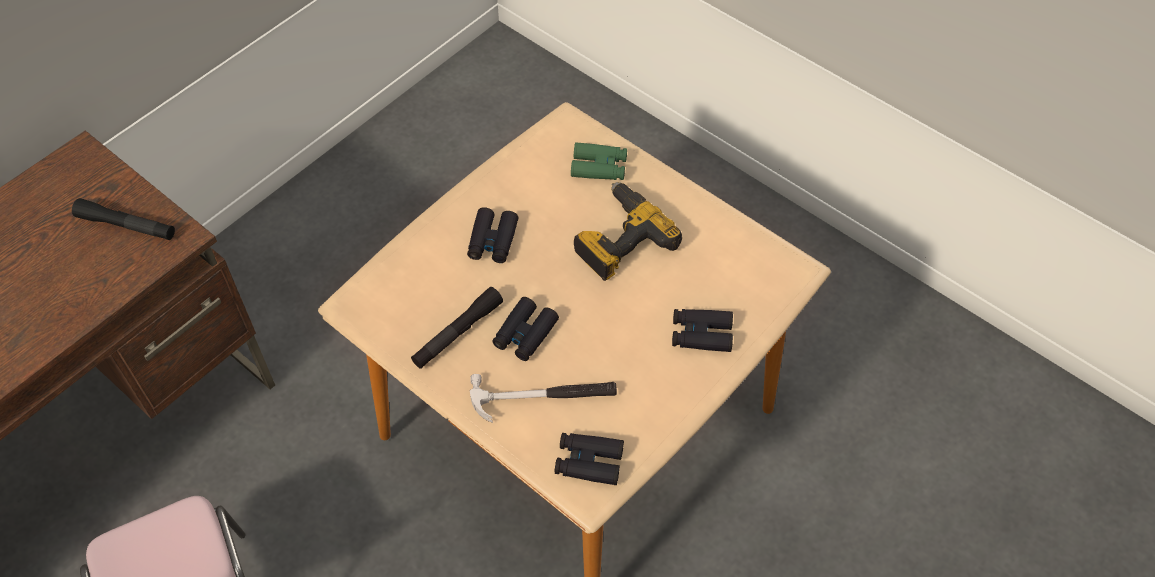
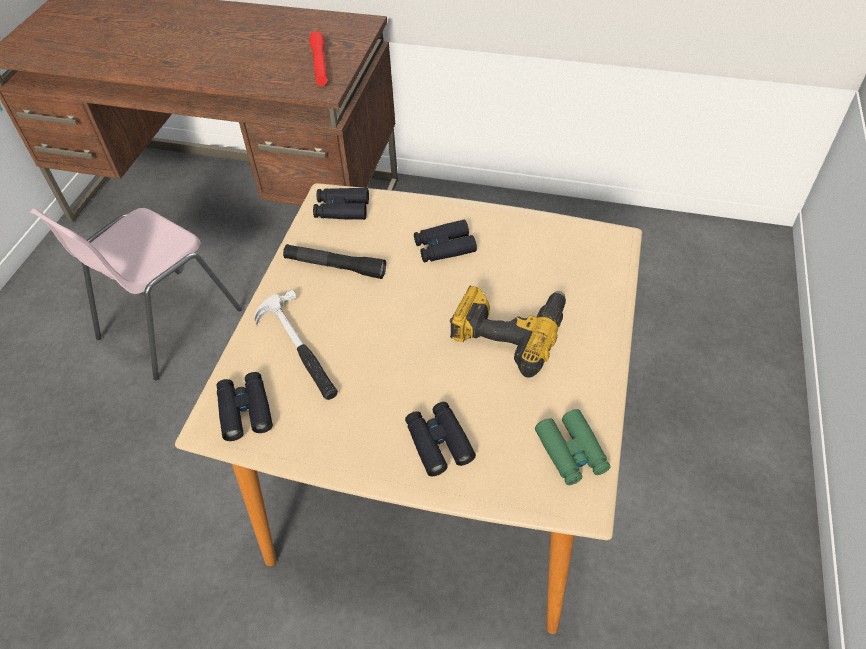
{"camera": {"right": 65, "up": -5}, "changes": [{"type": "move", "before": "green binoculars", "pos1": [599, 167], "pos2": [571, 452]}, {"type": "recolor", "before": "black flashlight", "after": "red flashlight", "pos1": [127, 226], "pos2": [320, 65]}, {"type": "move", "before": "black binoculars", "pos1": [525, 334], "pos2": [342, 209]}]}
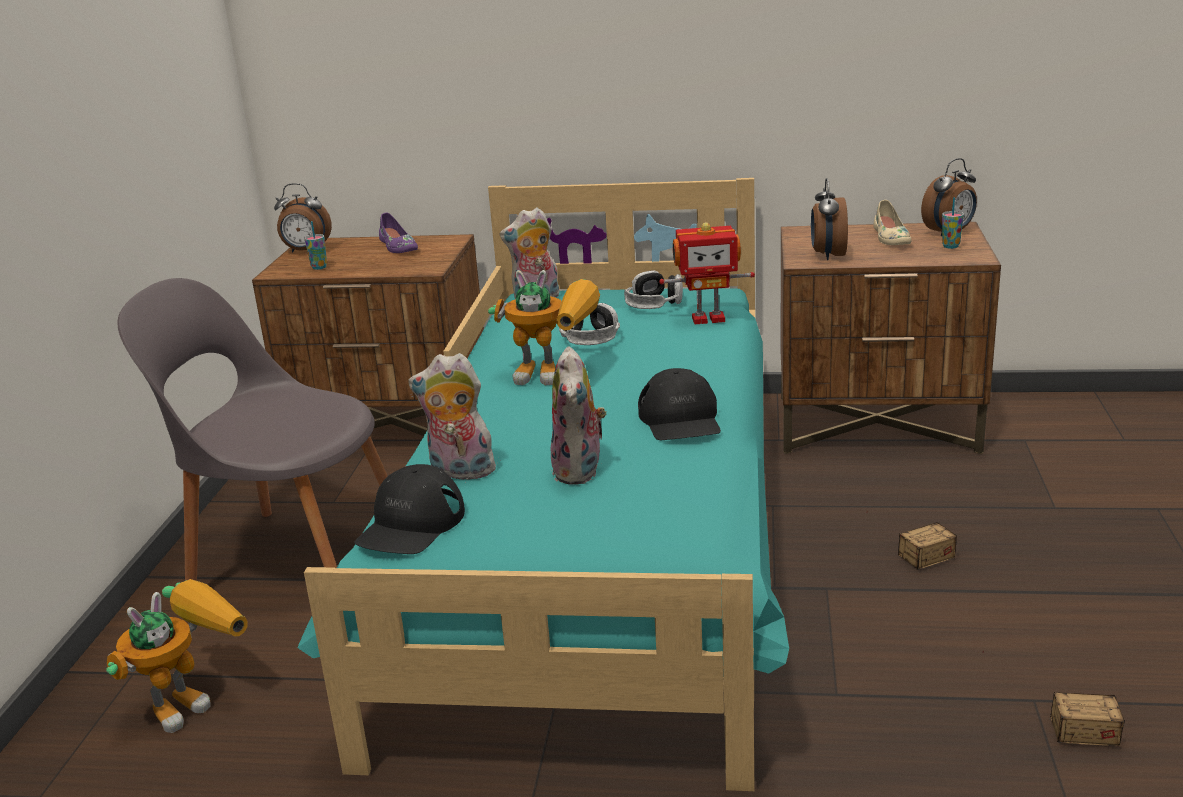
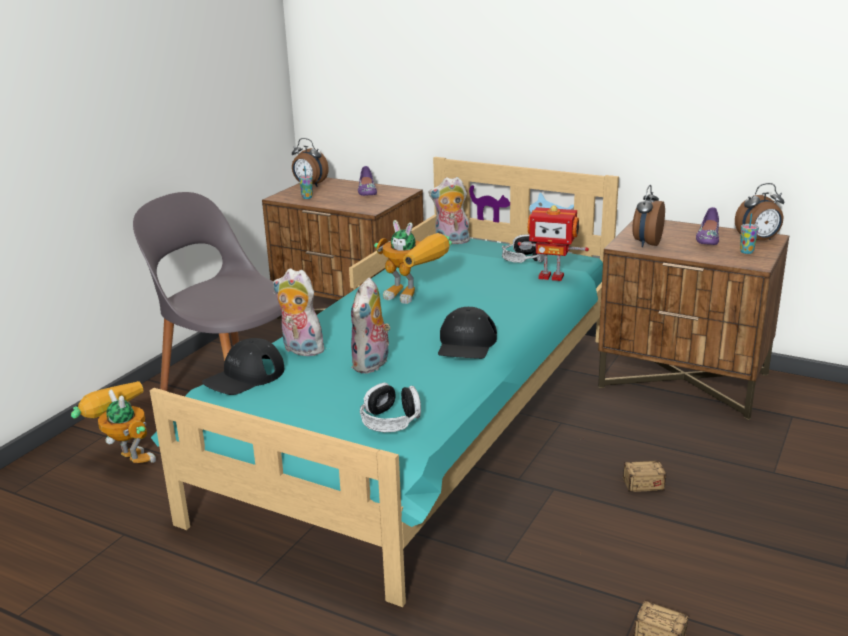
{"camera": {"right": 20, "up": 0}, "changes": [{"type": "recolor", "before": "beige shoe", "after": "purple shoe", "pos1": [890, 237], "pos2": [707, 237]}, {"type": "move", "before": "headphones", "pos1": [590, 339], "pos2": [391, 420]}, {"type": "rotate", "before": "toy robot", "pos1": [193, 698], "pos2": [125, 458], "turn": -105}]}
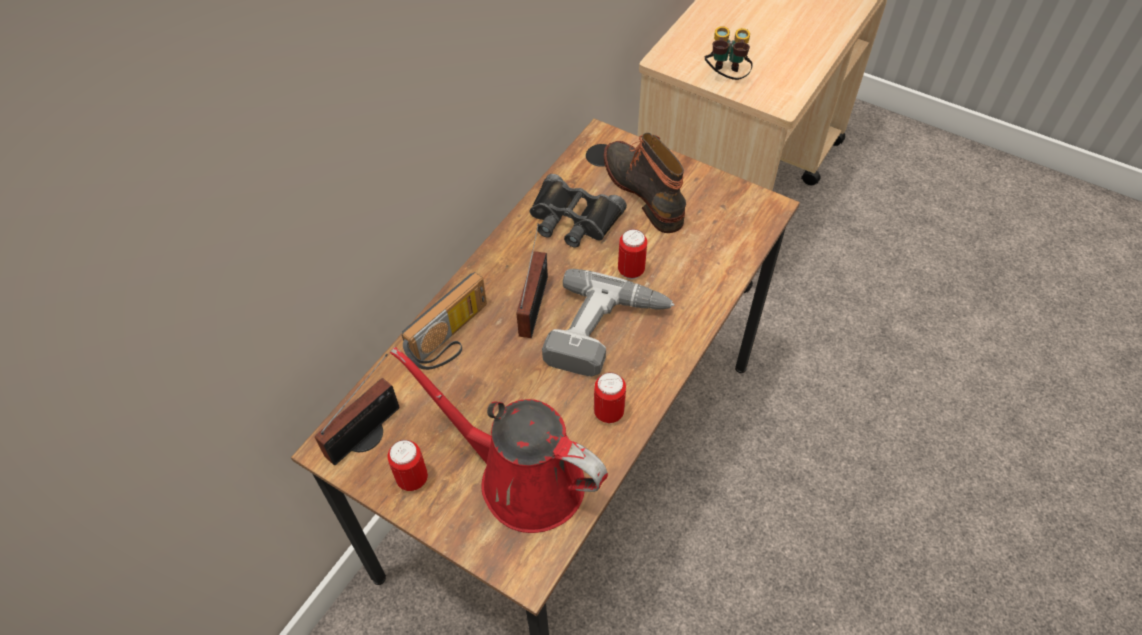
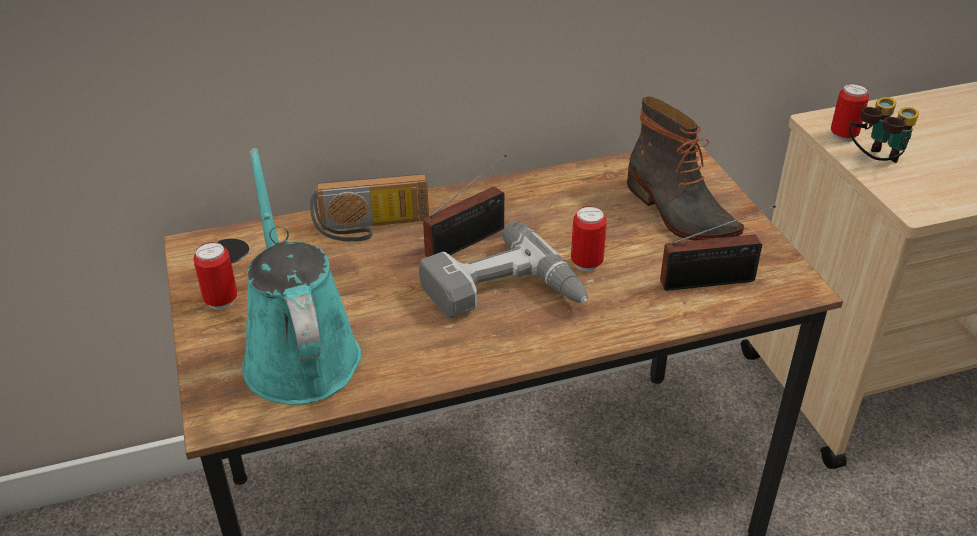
{"camera": {"right": 40, "up": -15}, "changes": [{"type": "rotate", "before": "boot", "pos1": [645, 191], "pos2": [678, 212], "turn": 135}, {"type": "delete", "before": "black binoculars", "pos1": [573, 219]}, {"type": "recolor", "before": "red watering can", "after": "turquoise watering can", "pos1": [522, 478], "pos2": [299, 352]}, {"type": "move", "before": "radio", "pos1": [367, 429], "pos2": [713, 281]}, {"type": "move", "before": "can", "pos1": [608, 413], "pos2": [843, 135]}]}
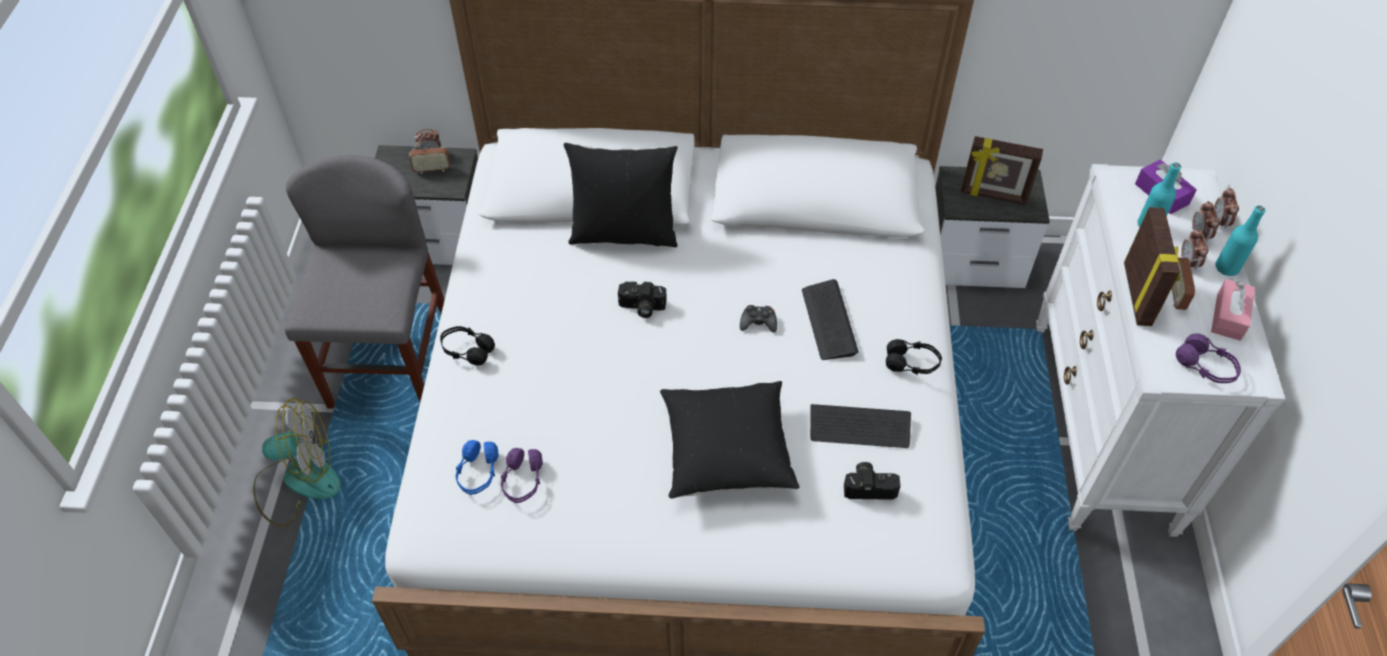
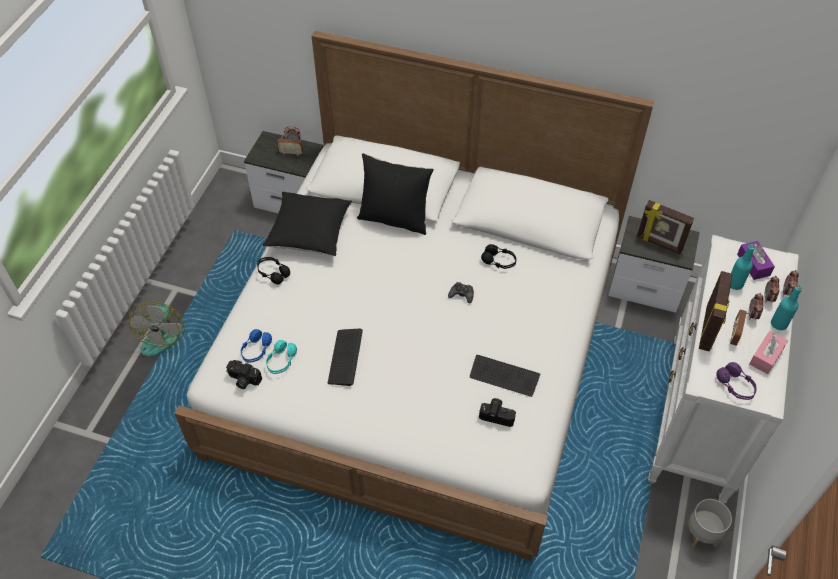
{"camera": {"right": 15, "up": 0}, "changes": [{"type": "delete", "before": "grey chair", "pos1": [390, 361]}, {"type": "move", "before": "keyboard", "pos1": [829, 321], "pos2": [345, 357]}, {"type": "move", "before": "photo camera", "pos1": [641, 307], "pos2": [243, 380]}, {"type": "move", "before": "black headphones", "pos1": [912, 363], "pos2": [499, 261]}, {"type": "move", "before": "black pillow", "pos1": [727, 452], "pos2": [309, 233]}, {"type": "rotate", "before": "fan", "pos1": [298, 481], "pos2": [161, 334], "turn": 90}, {"type": "recolor", "before": "purple headphones", "after": "turquoise headphones", "pos1": [522, 481], "pos2": [281, 361]}, {"type": "insert", "after": "grey planter", "pos2": [701, 535]}]}
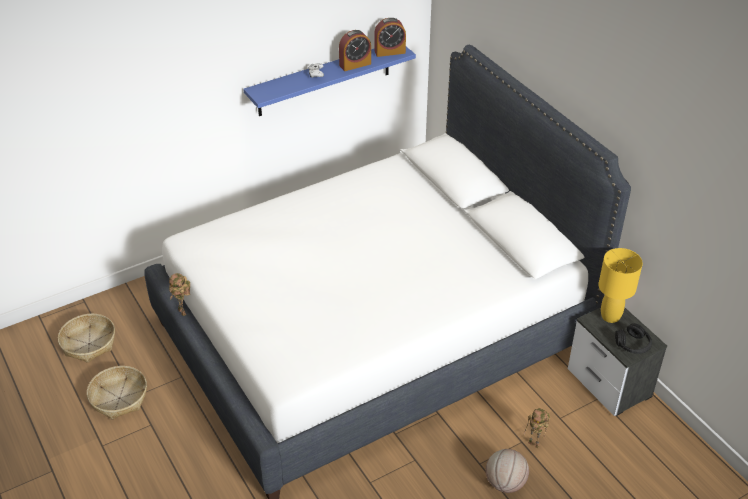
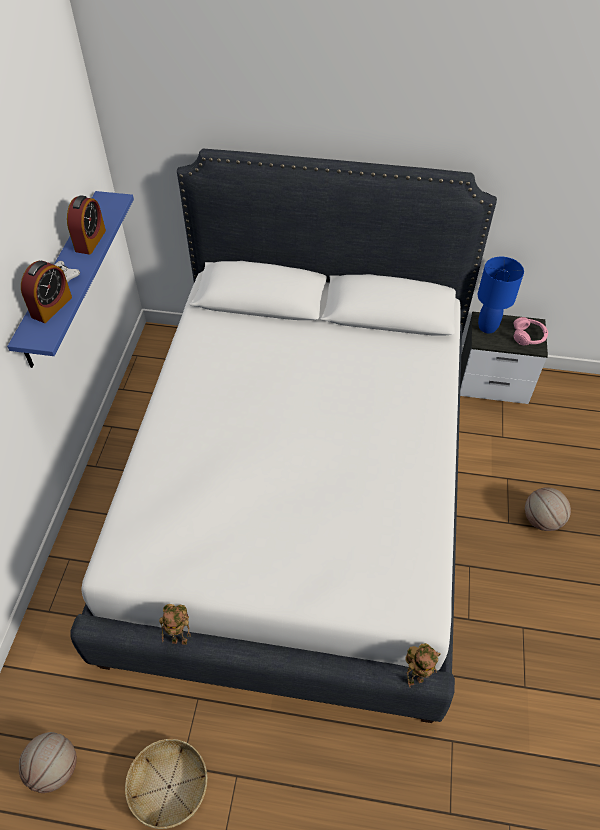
{"camera": {"right": -50, "up": 10}, "changes": [{"type": "move", "before": "alarm clock", "pos1": [389, 52], "pos2": [51, 307]}, {"type": "recolor", "before": "yellow table lamp", "after": "blue table lamp", "pos1": [611, 316], "pos2": [487, 327]}, {"type": "replace", "before": "basket", "after": "basketball", "pos1": [89, 344], "pos2": [55, 768]}, {"type": "recolor", "before": "black headphones", "after": "pink headphones", "pos1": [633, 345], "pos2": [528, 336]}, {"type": "move", "before": "toy robot", "pos1": [535, 443], "pos2": [416, 679]}]}
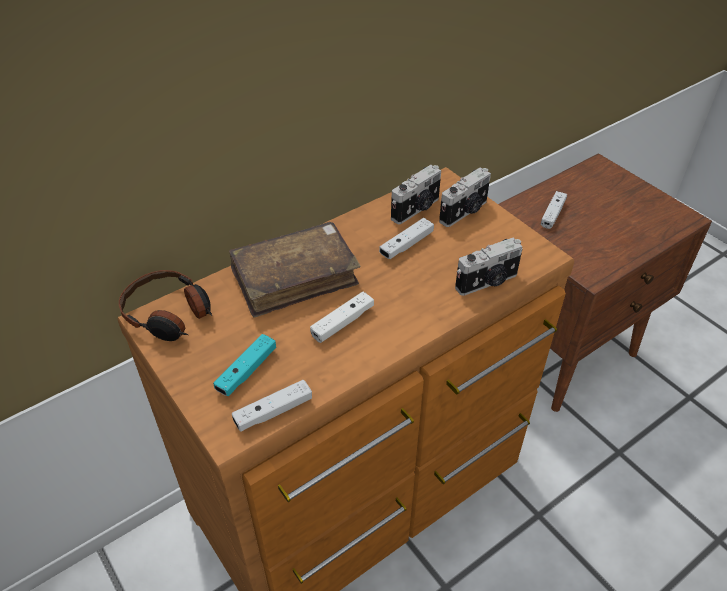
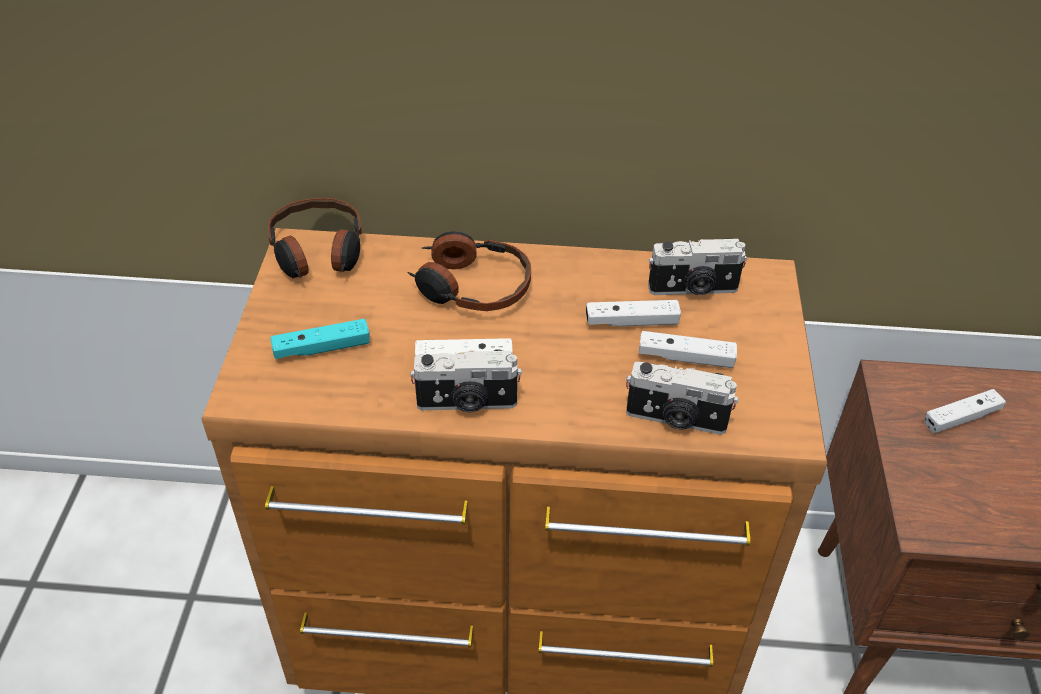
{"camera": {"right": 40, "up": 0}, "changes": [{"type": "move", "before": "photo camera", "pos1": [465, 212], "pos2": [467, 403]}, {"type": "replace", "before": "brown book", "after": "headphones", "pos1": [295, 278], "pos2": [471, 286]}, {"type": "move", "before": "white game controller", "pos1": [273, 411], "pos2": [685, 358]}]}
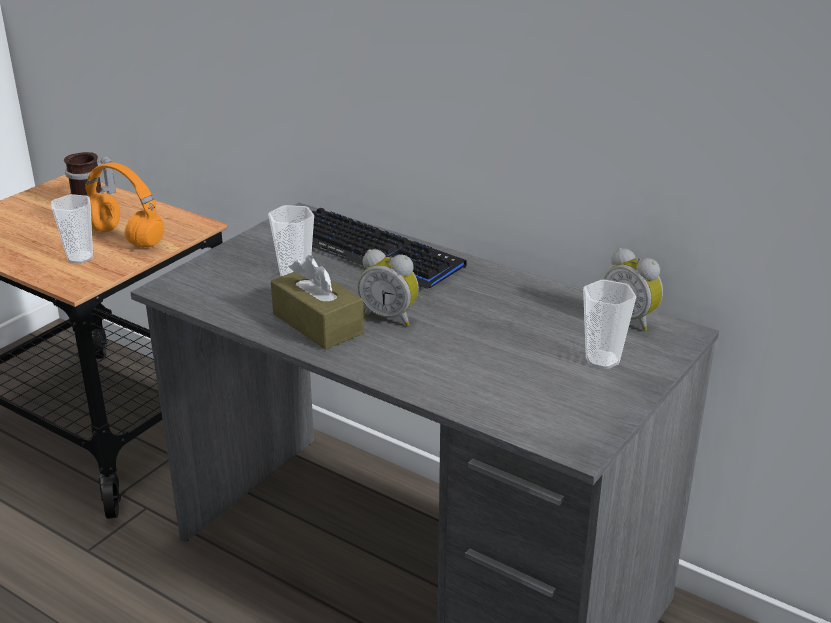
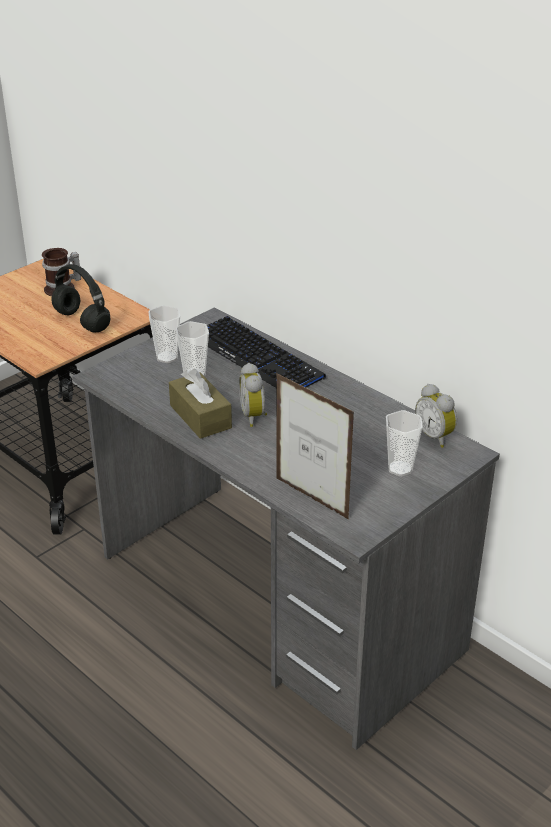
{"camera": {"right": 10, "up": 5}, "changes": [{"type": "recolor", "before": "orange headphones", "after": "black headphones", "pos1": [123, 237], "pos2": [80, 321]}, {"type": "move", "before": "cup", "pos1": [80, 257], "pos2": [167, 357]}, {"type": "rotate", "before": "alarm clock", "pos1": [390, 317], "pos2": [254, 416], "turn": 45}, {"type": "insert", "after": "picture frame", "pos2": [311, 498]}]}
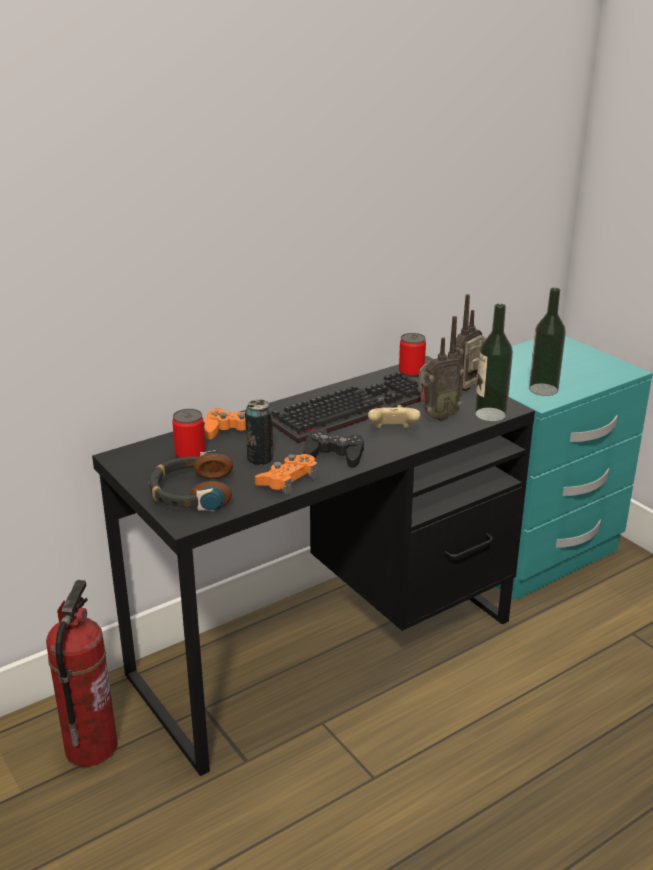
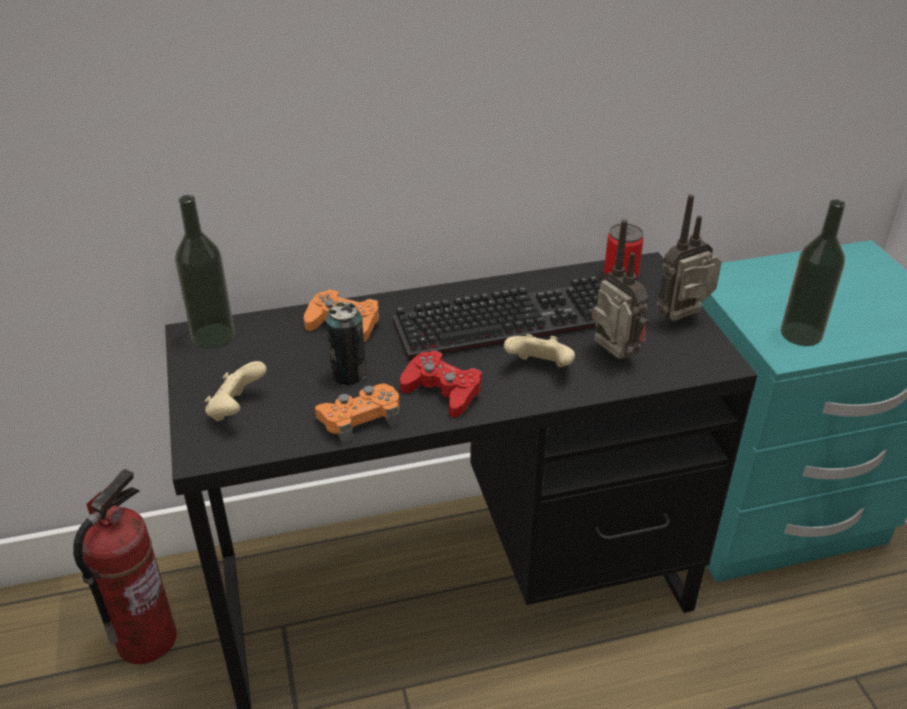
{"camera": {"right": 20, "up": 10}, "changes": [{"type": "move", "before": "bottle", "pos1": [490, 414], "pos2": [213, 336]}, {"type": "rotate", "before": "radio", "pos1": [436, 417], "pos2": [612, 357], "turn": -120}, {"type": "delete", "before": "can", "pos1": [190, 455]}, {"type": "recolor", "before": "black game controller", "after": "red game controller", "pos1": [334, 455], "pos2": [442, 391]}, {"type": "replace", "before": "headphones", "after": "beige game controller", "pos1": [191, 492], "pos2": [236, 409]}]}
